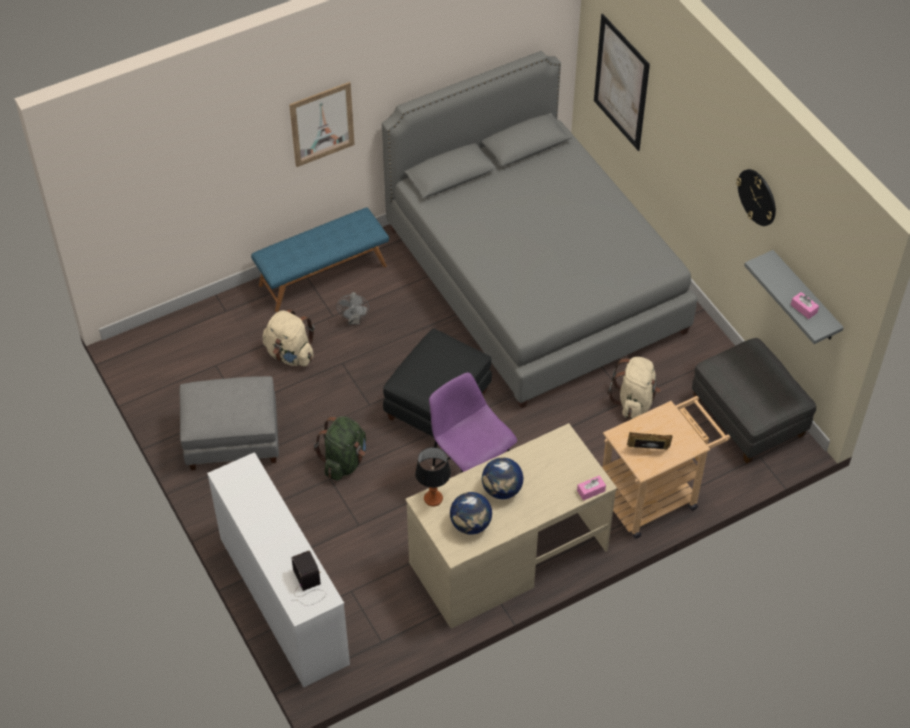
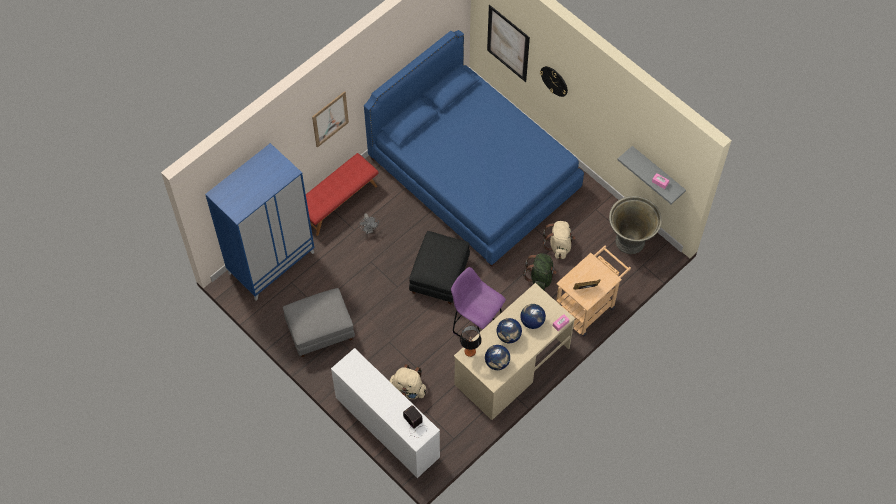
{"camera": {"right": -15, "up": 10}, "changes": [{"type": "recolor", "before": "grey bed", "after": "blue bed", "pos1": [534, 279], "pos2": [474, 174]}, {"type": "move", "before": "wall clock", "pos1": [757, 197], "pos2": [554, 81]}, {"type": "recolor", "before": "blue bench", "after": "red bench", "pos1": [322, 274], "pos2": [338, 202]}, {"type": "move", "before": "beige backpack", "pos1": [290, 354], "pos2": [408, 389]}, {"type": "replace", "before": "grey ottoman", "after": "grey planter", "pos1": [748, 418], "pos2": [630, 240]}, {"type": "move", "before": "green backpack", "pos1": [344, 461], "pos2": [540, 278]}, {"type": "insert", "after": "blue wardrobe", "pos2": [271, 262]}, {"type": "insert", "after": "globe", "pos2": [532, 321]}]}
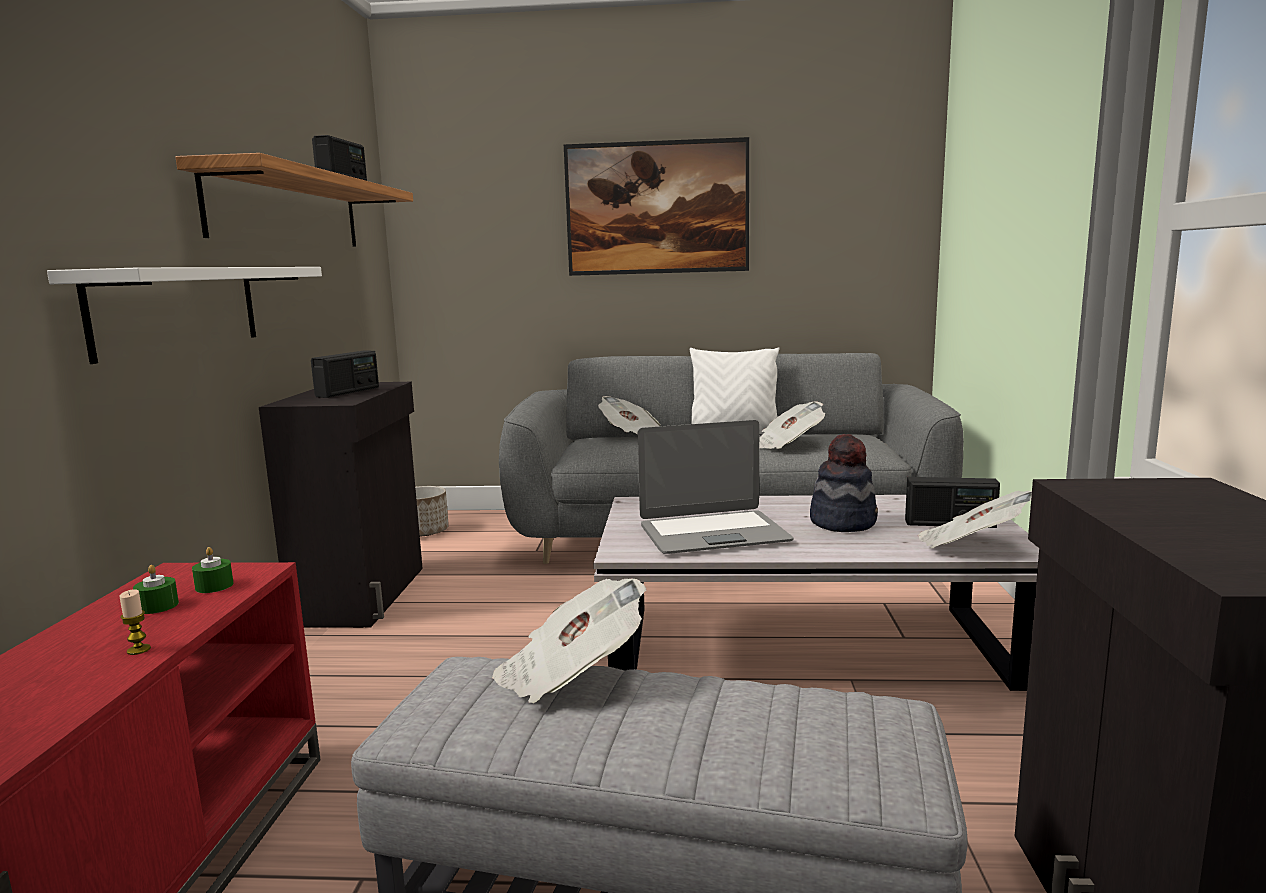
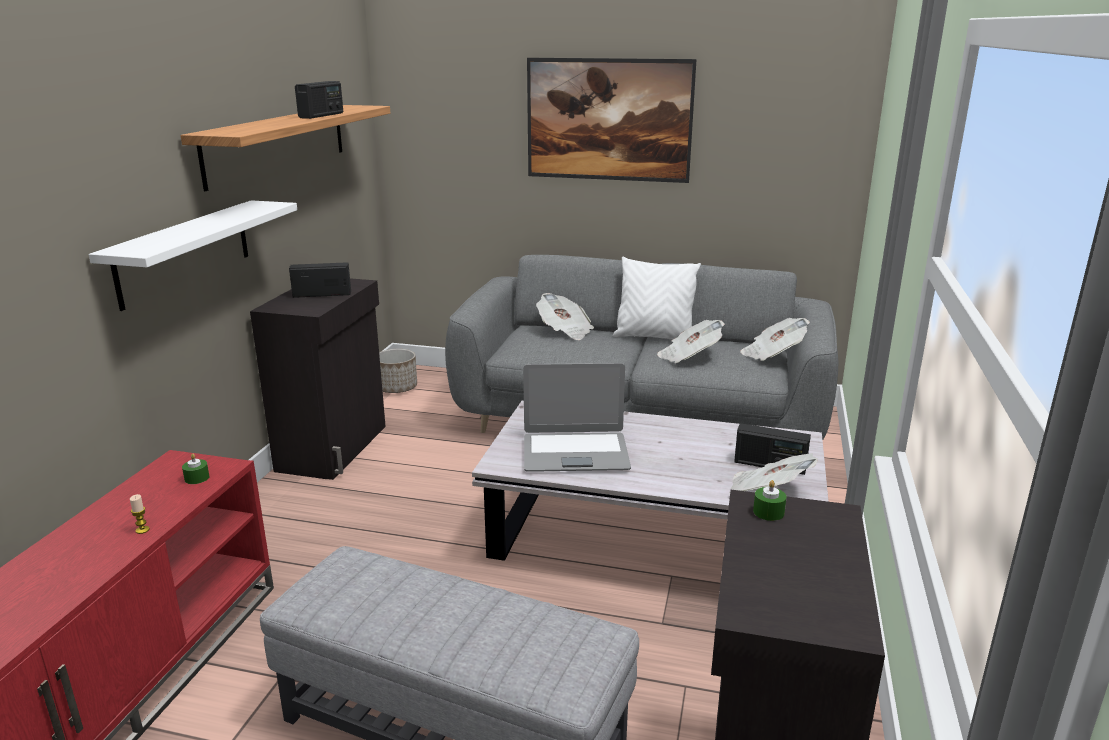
{"camera": {"right": 10, "up": 10}, "changes": [{"type": "rotate", "before": "radio", "pos1": [348, 392], "pos2": [322, 294], "turn": -135}, {"type": "delete", "before": "hat", "pos1": [843, 522]}, {"type": "move", "before": "green candle", "pos1": [158, 606], "pos2": [768, 512]}, {"type": "move", "before": "newspaper", "pos1": [570, 675], "pos2": [773, 354]}]}
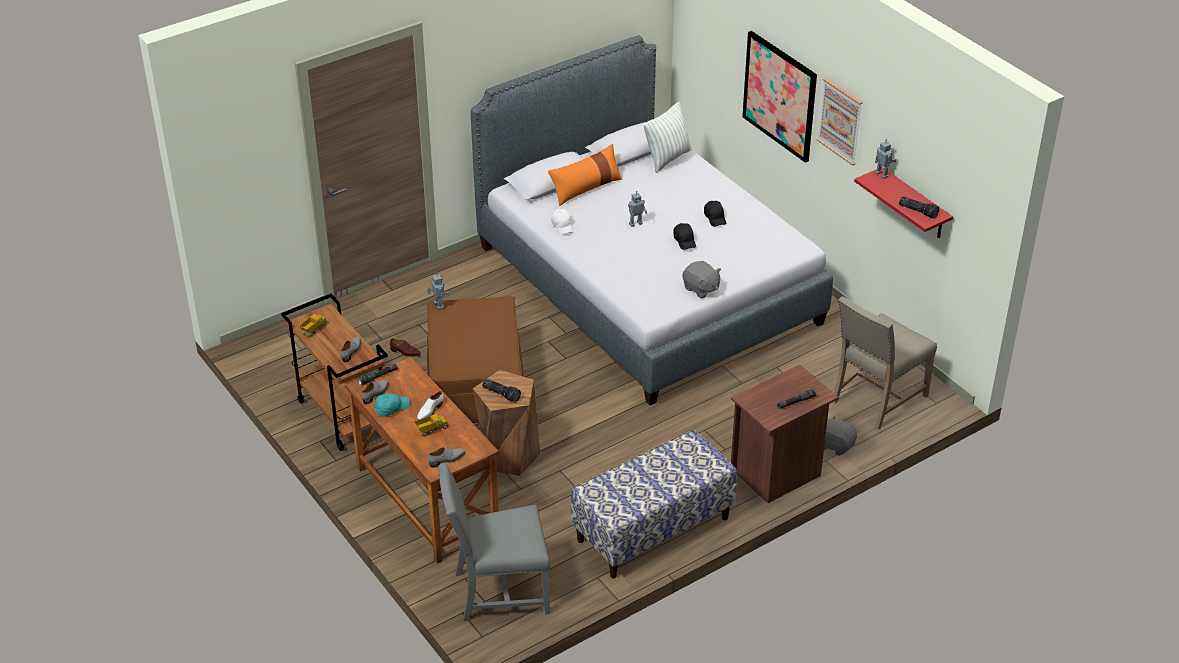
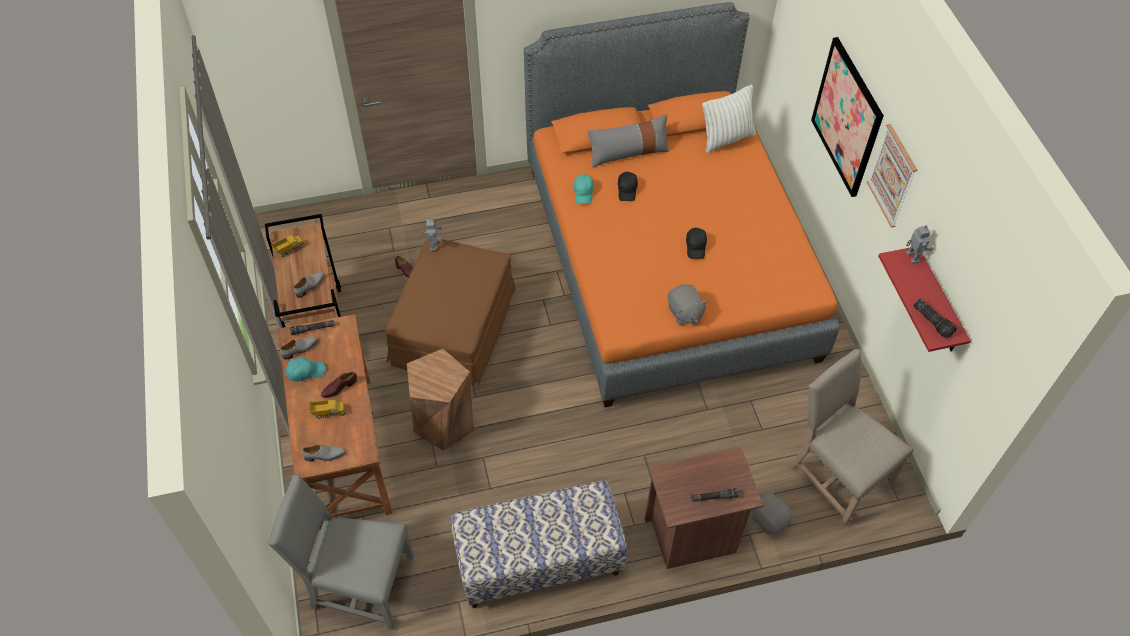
{"camera": {"right": 20, "up": 15}, "changes": [{"type": "recolor", "before": "grey bed", "after": "orange bed", "pos1": [646, 284], "pos2": [667, 260]}, {"type": "recolor", "before": "orange pillow", "after": "grey pillow", "pos1": [586, 188], "pos2": [628, 153]}, {"type": "delete", "before": "toy robot", "pos1": [635, 223]}, {"type": "move", "before": "black cap", "pos1": [715, 218], "pos2": [627, 190]}, {"type": "recolor", "before": "white cap", "after": "turquoise cap", "pos1": [562, 226], "pos2": [583, 193]}, {"type": "rotate", "before": "beige chair", "pos1": [876, 399], "pos2": [835, 474], "turn": 75}, {"type": "delete", "before": "flashlight", "pos1": [502, 394]}, {"type": "recolor", "before": "white shoe", "after": "brown shoe", "pos1": [430, 411], "pos2": [339, 387]}]}
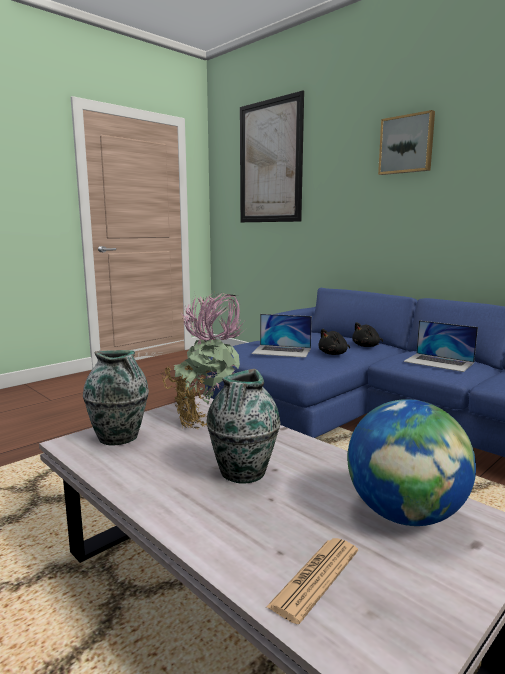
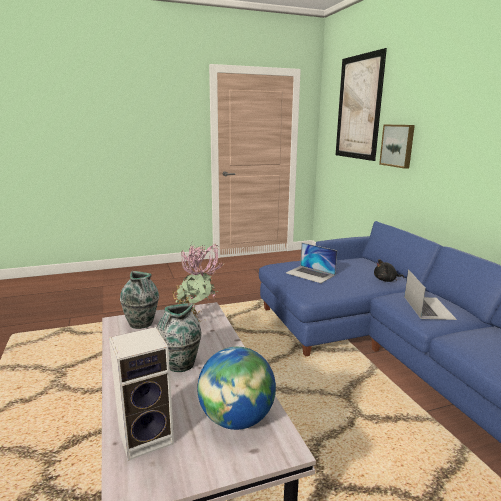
{"camera": {"right": 25, "up": 5}, "changes": [{"type": "move", "before": "picture", "pos1": [406, 144], "pos2": [398, 145]}, {"type": "rotate", "before": "laptop", "pos1": [438, 362], "pos2": [428, 307], "turn": -150}, {"type": "delete", "before": "black plush toy", "pos1": [334, 354]}, {"type": "replace", "before": "newspaper", "after": "speaker", "pos1": [315, 578], "pos2": [148, 436]}]}
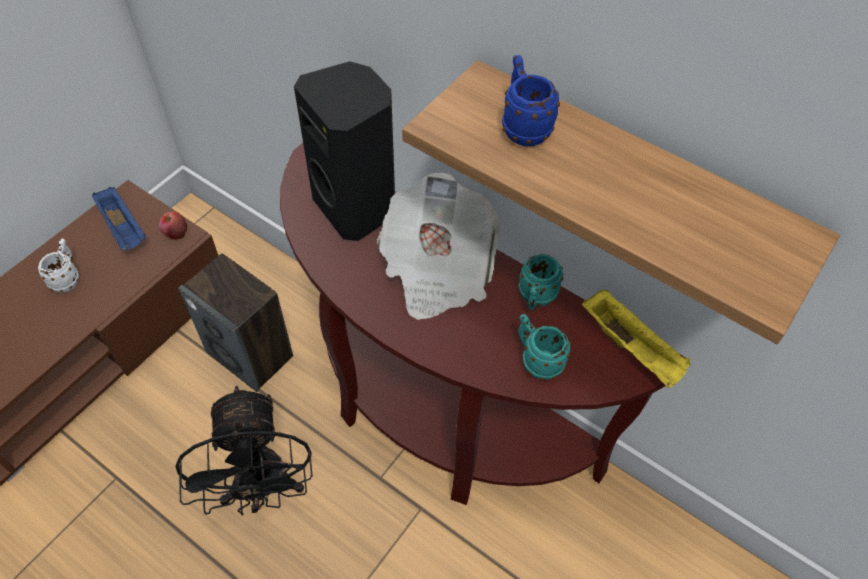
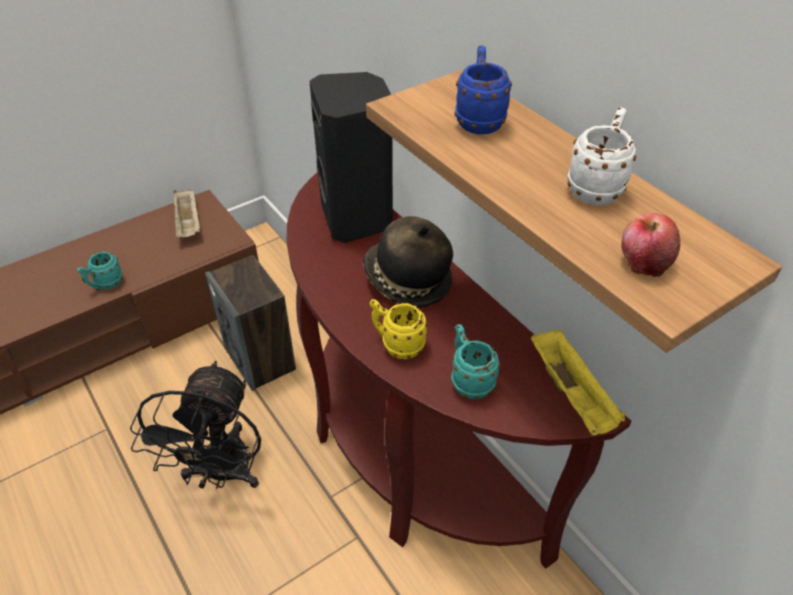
{"camera": {"right": 20, "up": -10}, "changes": [{"type": "replace", "before": "newspaper", "after": "hat", "pos1": [437, 269], "pos2": [406, 281]}, {"type": "recolor", "before": "blue tray", "after": "beige tray", "pos1": [124, 228], "pos2": [189, 223]}, {"type": "move", "before": "apple", "pos1": [175, 232], "pos2": [643, 262]}, {"type": "move", "before": "white mug", "pos1": [68, 278], "pos2": [596, 187]}, {"type": "move", "before": "turquoise mug", "pos1": [535, 299], "pos2": [105, 285]}, {"type": "insert", "after": "yellow mug", "pos2": [397, 345]}]}
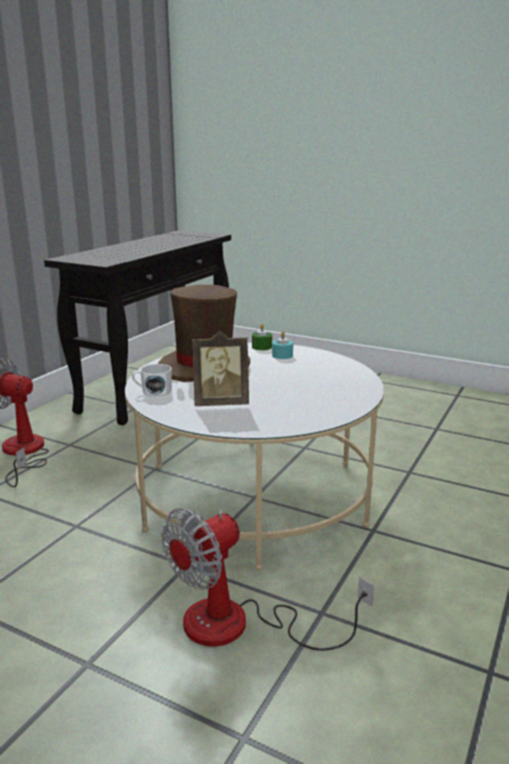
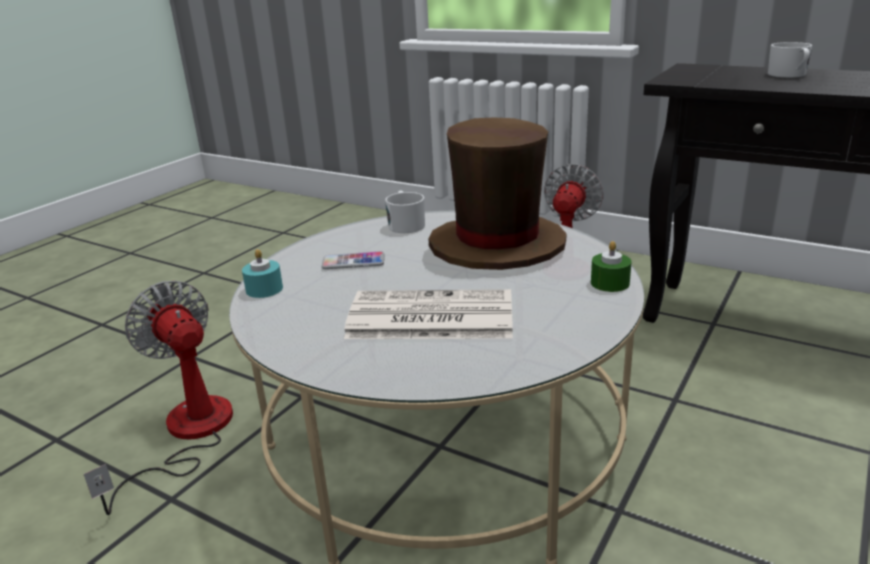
{"camera": {"right": 95, "up": 5}, "changes": [{"type": "replace", "before": "picture frame", "after": "phone", "pos1": [221, 403], "pos2": [353, 262]}, {"type": "move", "before": "turquoise candle", "pos1": [282, 355], "pos2": [264, 289]}, {"type": "insert", "after": "white mug", "pos2": [789, 75]}, {"type": "insert", "after": "newspaper", "pos2": [428, 317]}]}
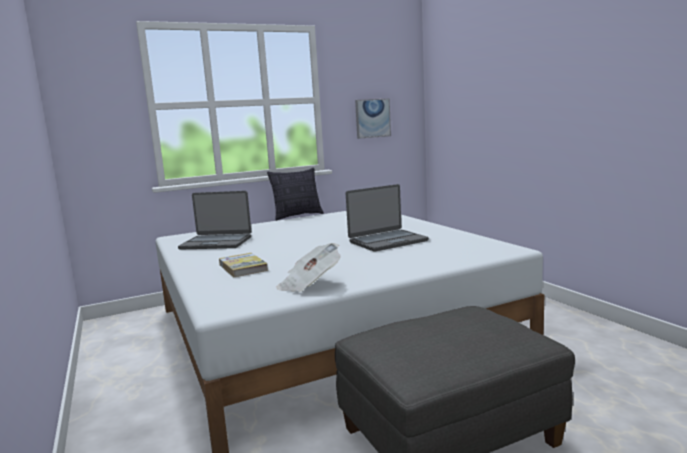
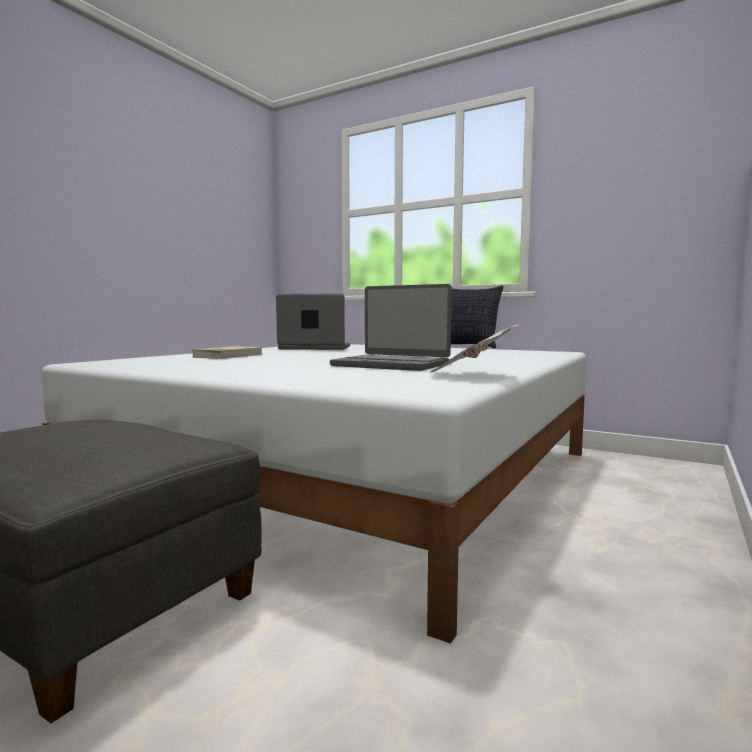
{"camera": {"right": 55, "up": -5}, "changes": [{"type": "delete", "before": "picture", "pos1": [372, 118]}, {"type": "rotate", "before": "laptop", "pos1": [216, 243], "pos2": [315, 348], "turn": 120}, {"type": "move", "before": "newspaper", "pos1": [309, 285], "pos2": [469, 375]}]}
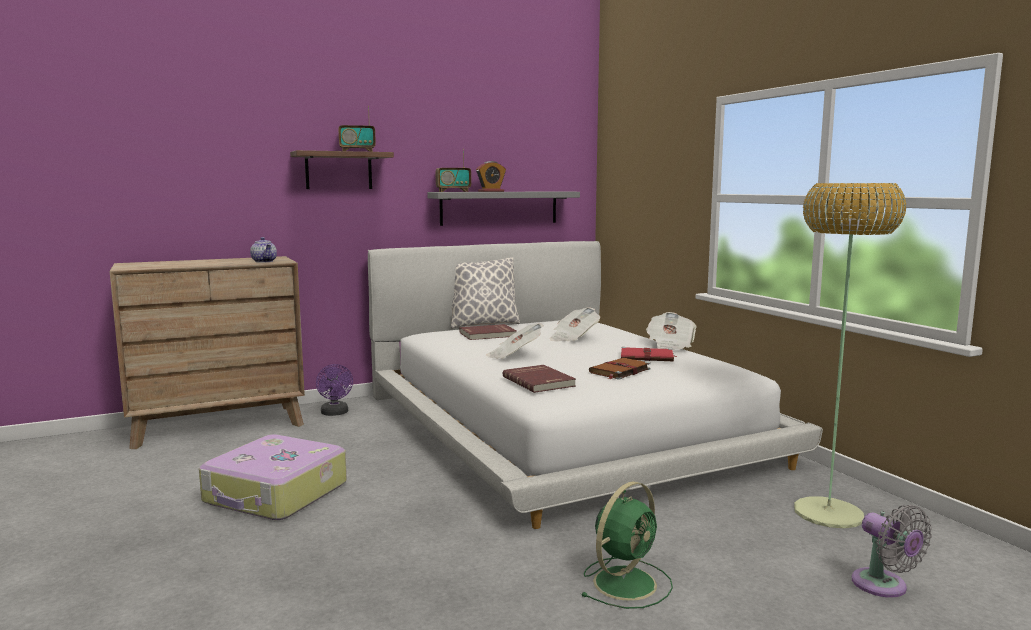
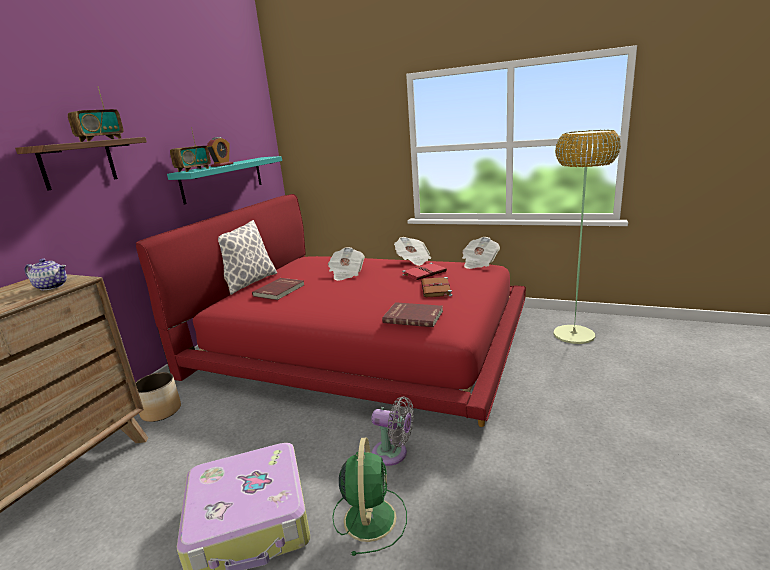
{"camera": {"right": -40, "up": 10}, "changes": [{"type": "recolor", "before": "grey shelf", "after": "turquoise shelf", "pos1": [499, 208], "pos2": [223, 179]}, {"type": "recolor", "before": "white bed", "after": "red bed", "pos1": [561, 427], "pos2": [361, 342]}, {"type": "move", "before": "newspaper", "pos1": [514, 356], "pos2": [479, 263]}, {"type": "replace", "before": "purple fan", "after": "planter", "pos1": [335, 413], "pos2": [161, 411]}, {"type": "move", "before": "green fan", "pos1": [626, 582], "pos2": [370, 517]}, {"type": "move", "before": "grey fan", "pos1": [884, 586], "pos2": [393, 454]}]}
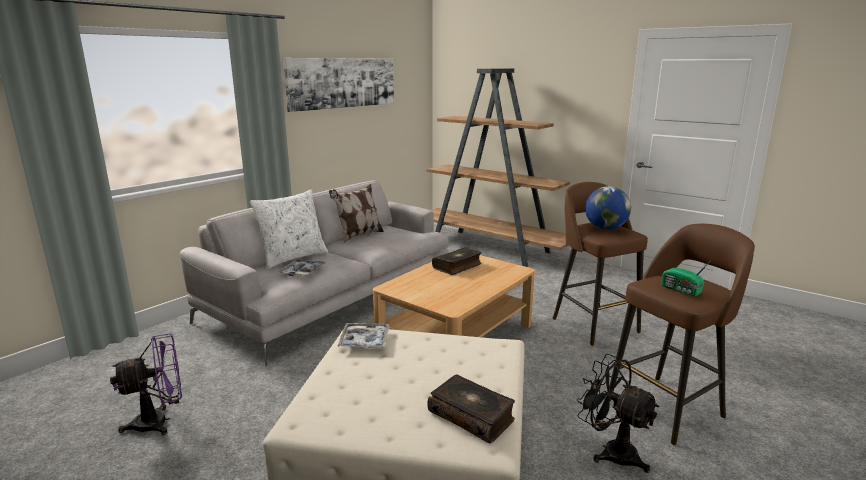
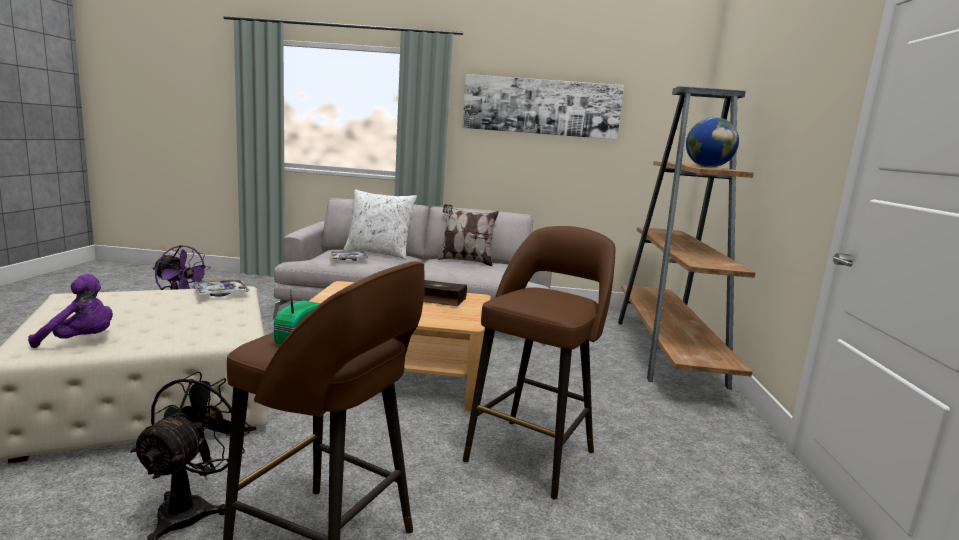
{"camera": {"right": 55, "up": -5}, "changes": [{"type": "move", "before": "globe", "pos1": [605, 229], "pos2": [707, 167]}, {"type": "replace", "before": "book", "after": "purple plush toy", "pos1": [471, 416], "pos2": [81, 341]}]}
